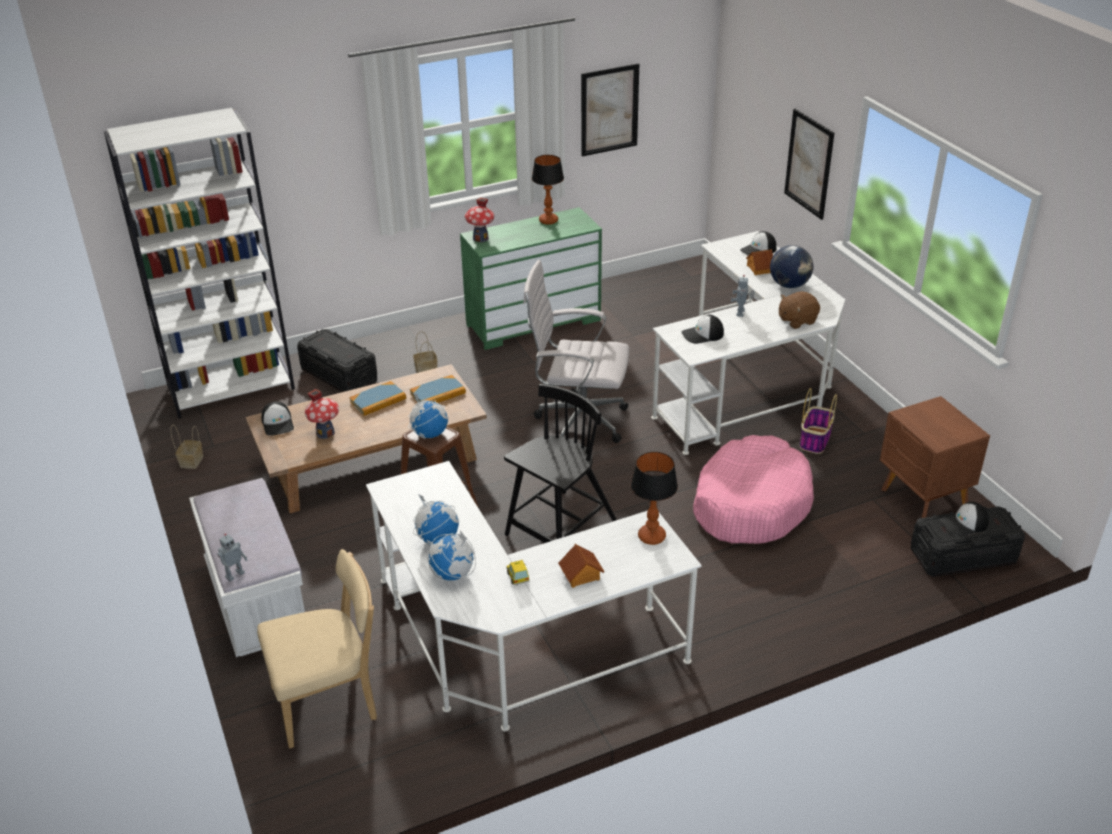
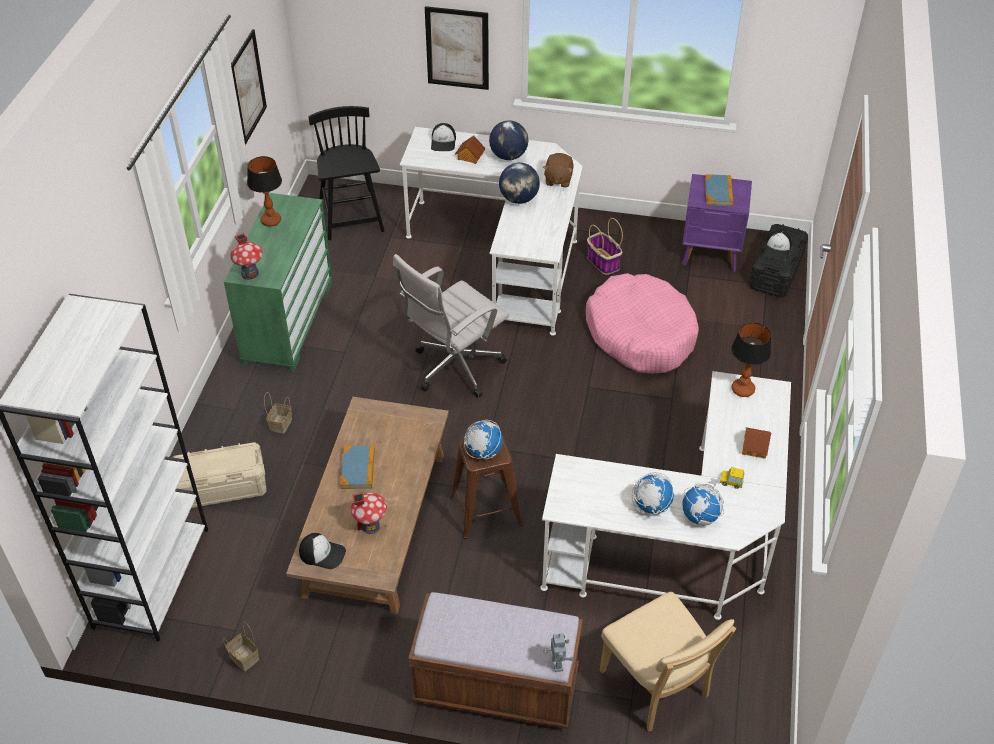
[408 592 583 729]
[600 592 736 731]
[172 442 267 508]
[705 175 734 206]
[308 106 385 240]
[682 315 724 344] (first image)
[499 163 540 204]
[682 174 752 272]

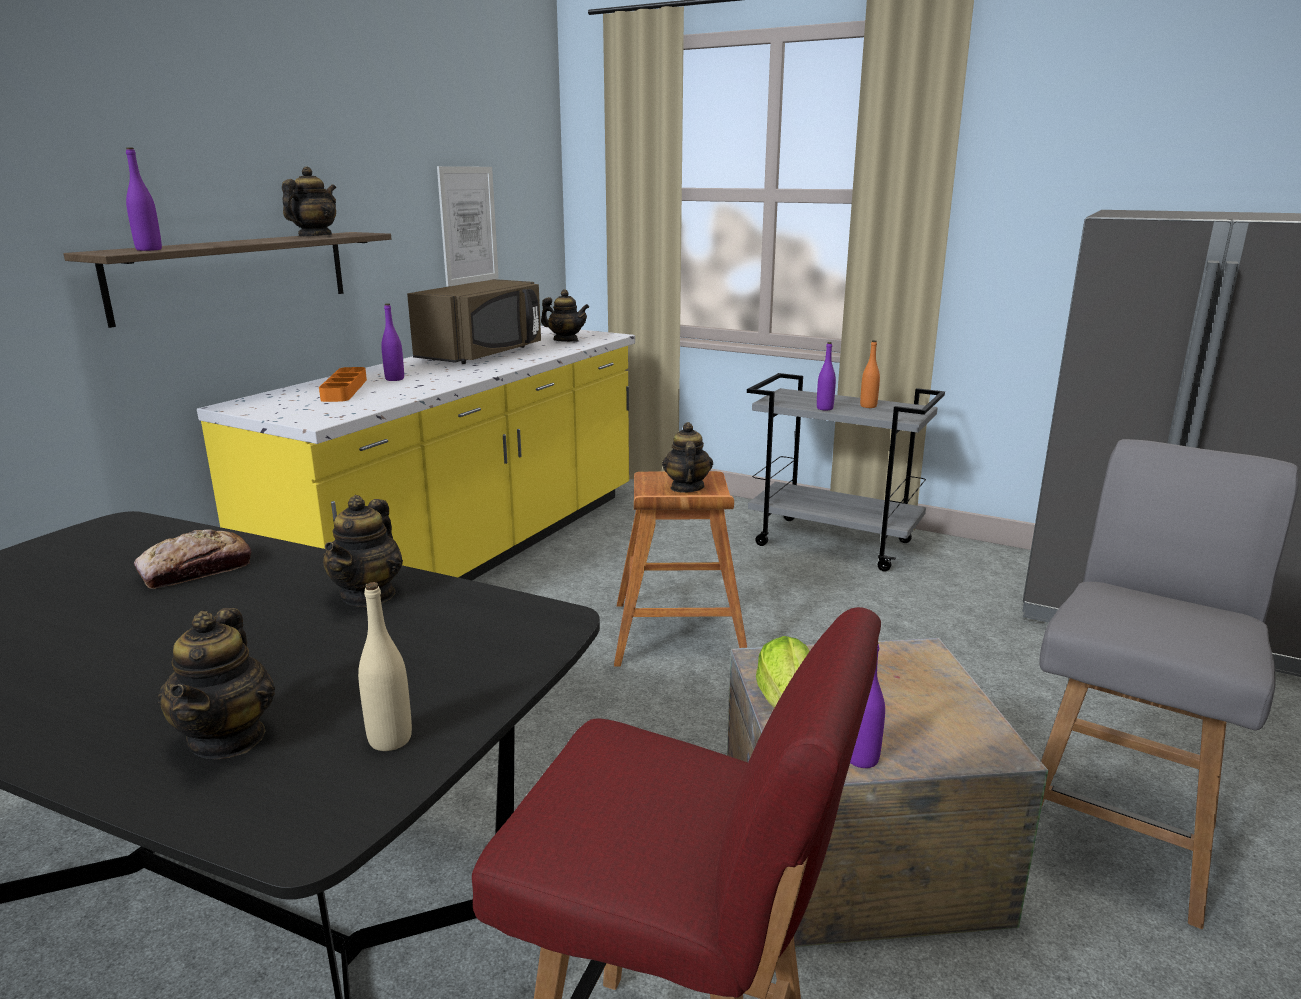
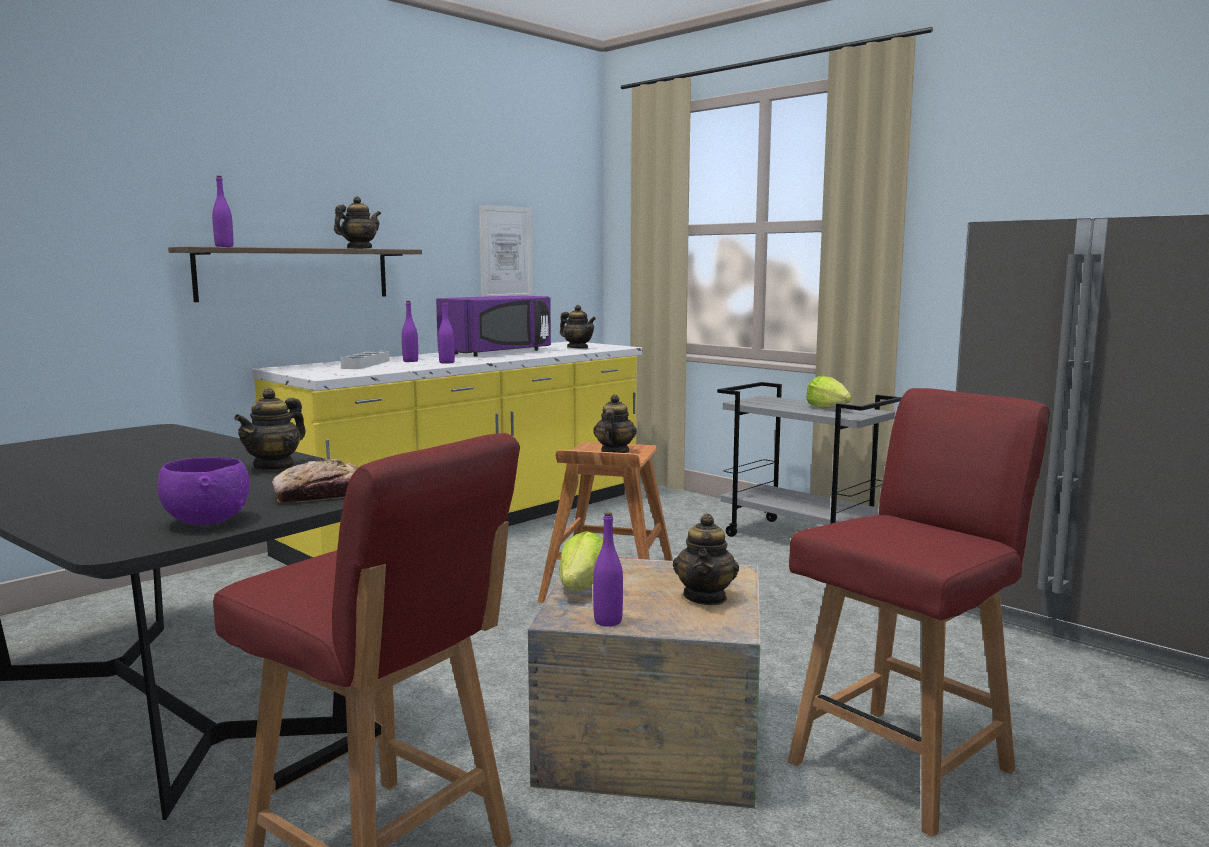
[272 459 359 503]
[673 513 739 605]
[340 351 389 369]
[157 457 250 525]
[436 295 551 356]
[438 301 455 364]
[806 376 852 409]
[788 388 1050 837]

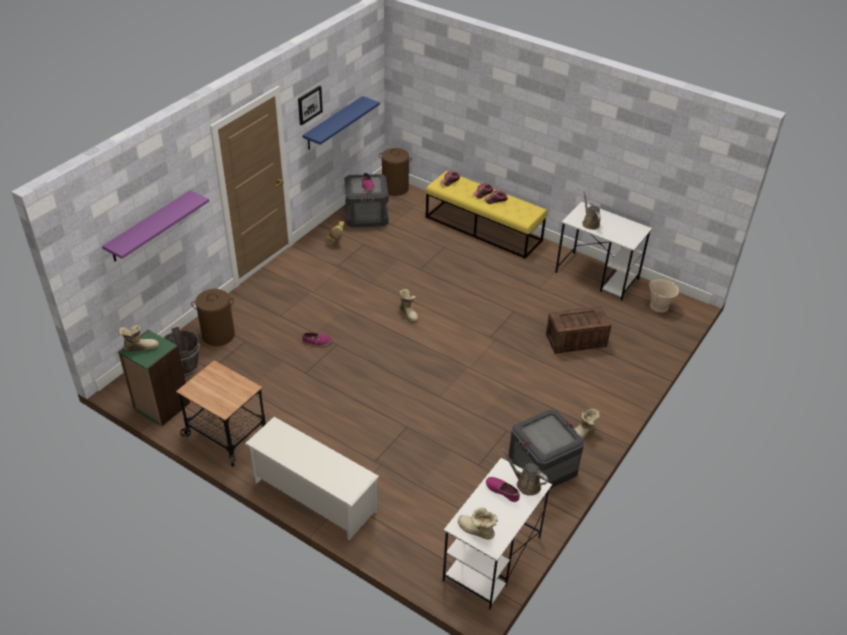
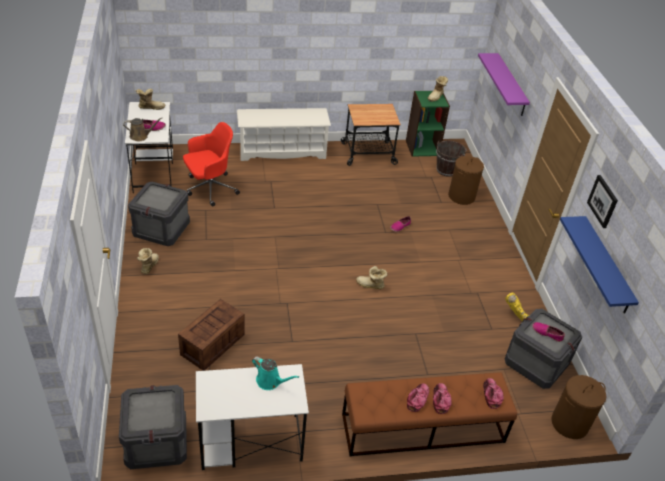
[342 372 517 456]
[252 356 299 390]
[119 385 187 469]
[183 122 240 207]

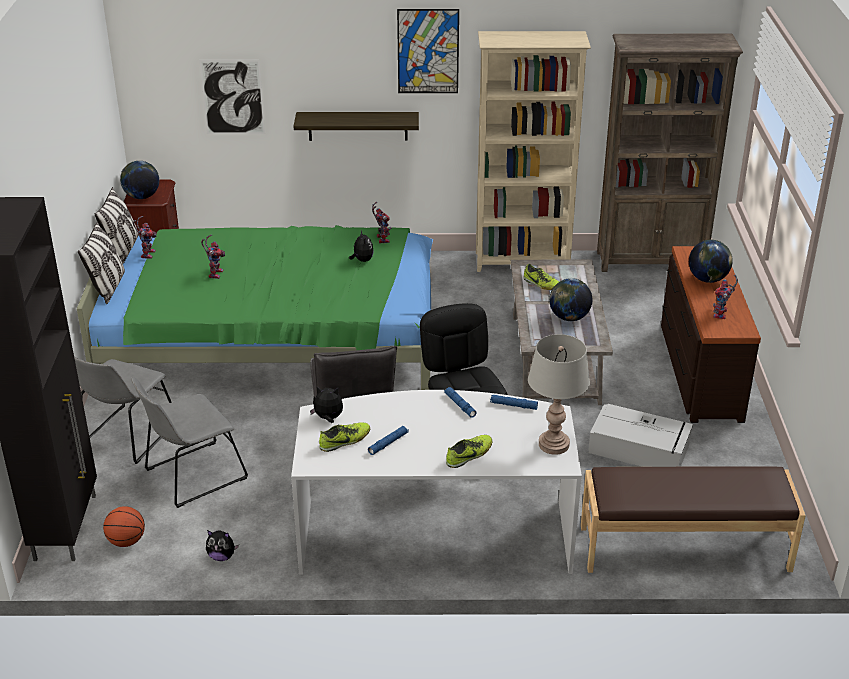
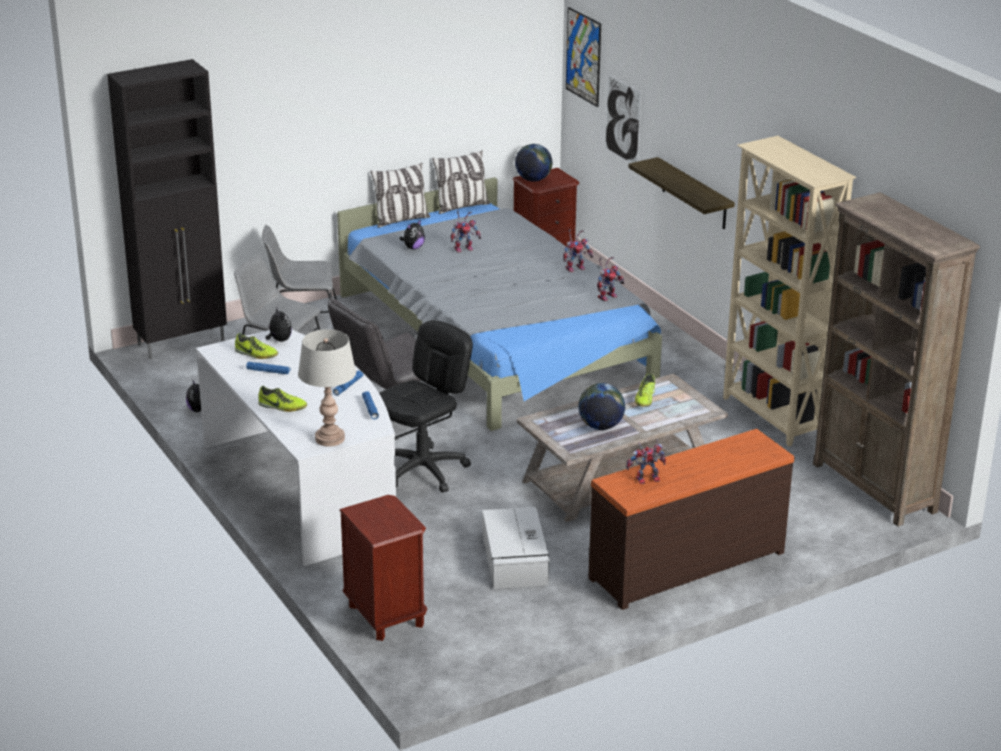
[337 177 662 431]
[103 506 145 547] (first image)
[563 229 594 272]
[400 220 425 249]
[566 7 601 107]
[339 495 427 641]
[689 240 733 283] (first image)

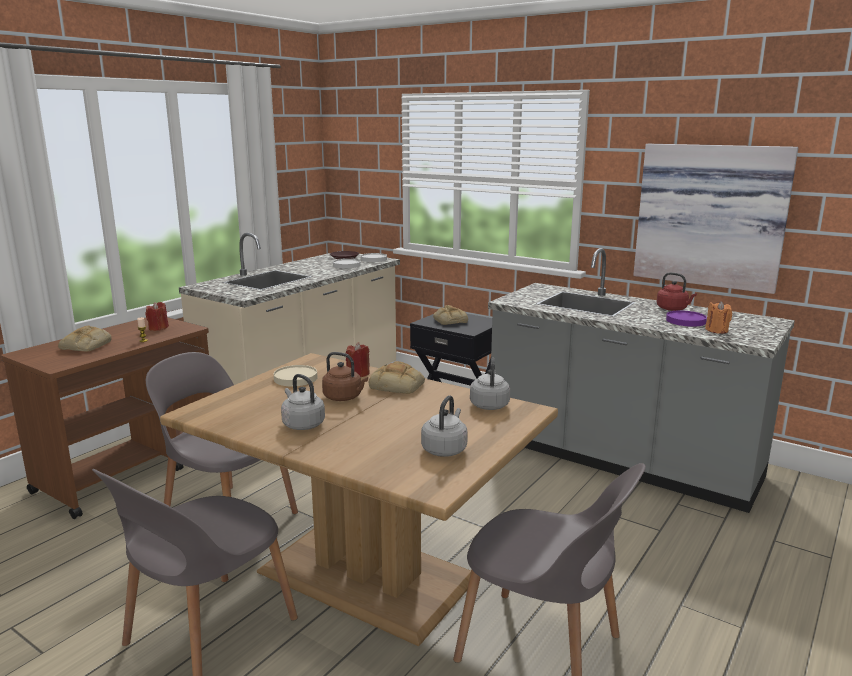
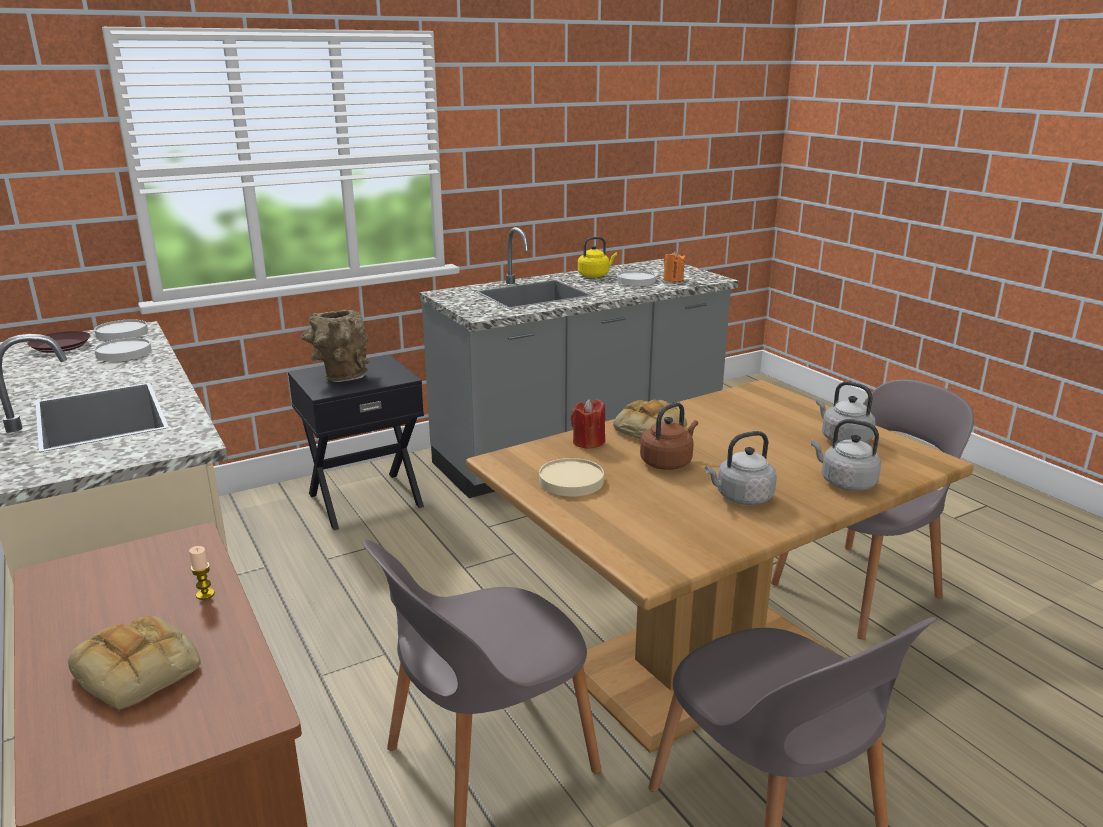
[146 302 169 331] (first image)
[301 310 370 382]
[811 419 881 491]
[633 144 798 294] (first image)
[578 237 617 278]
[617 271 656 286]

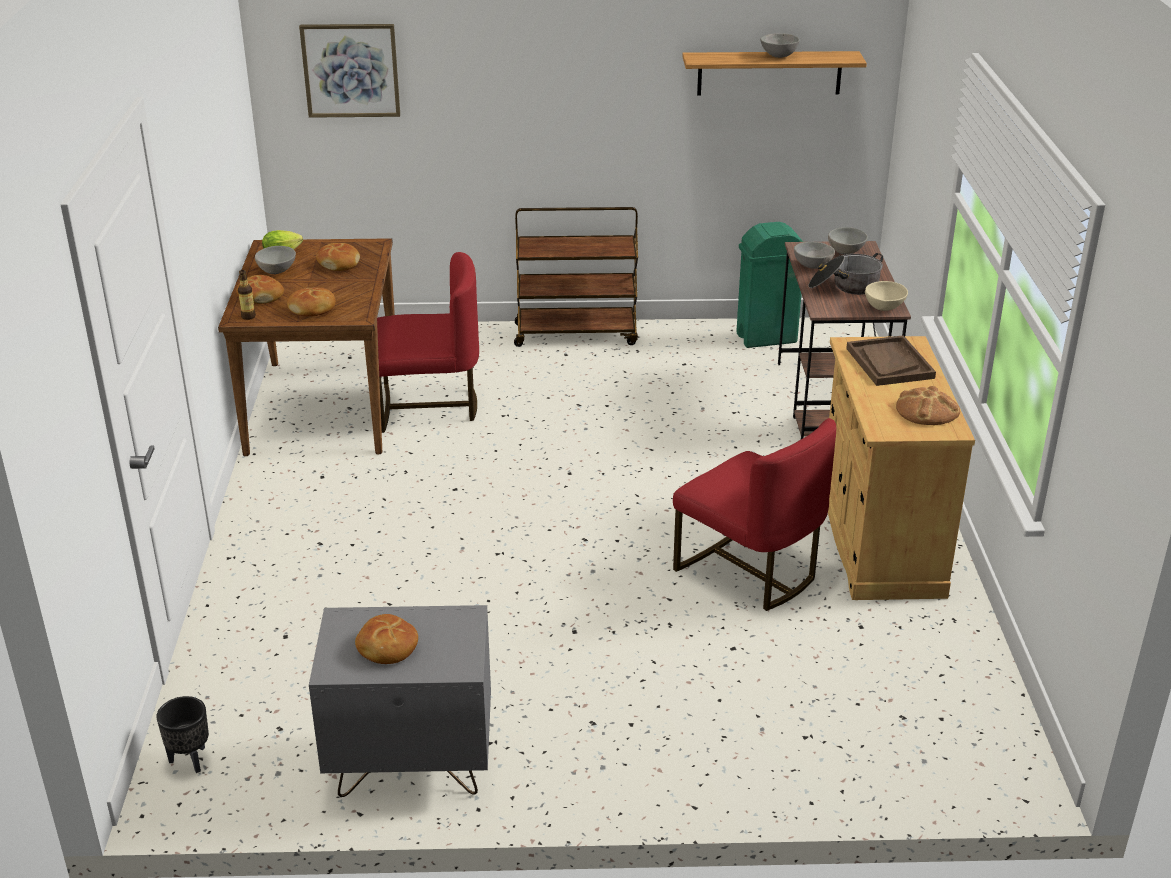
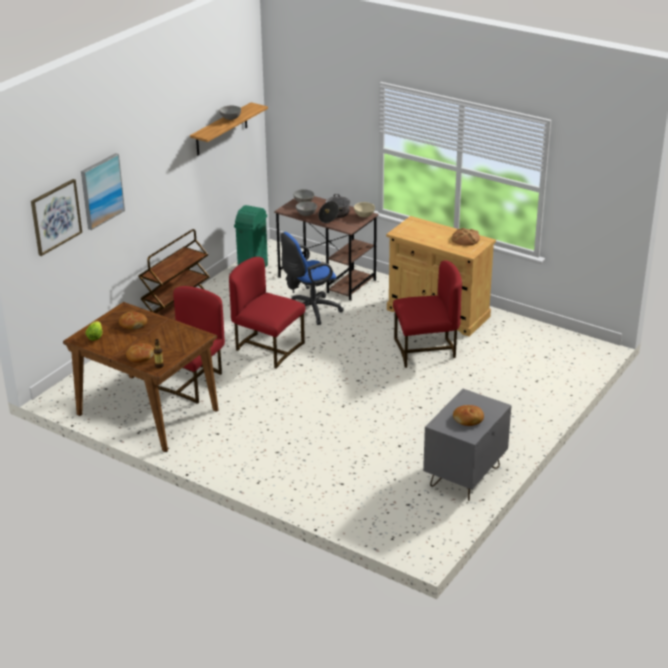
[156 696 209 773] (first image)
[255 246 296 274] (first image)
[287 287 336 316] (first image)
[846 335 936 386] (first image)
[81 153 125 230]
[229 257 305 369]
[281 232 344 325]

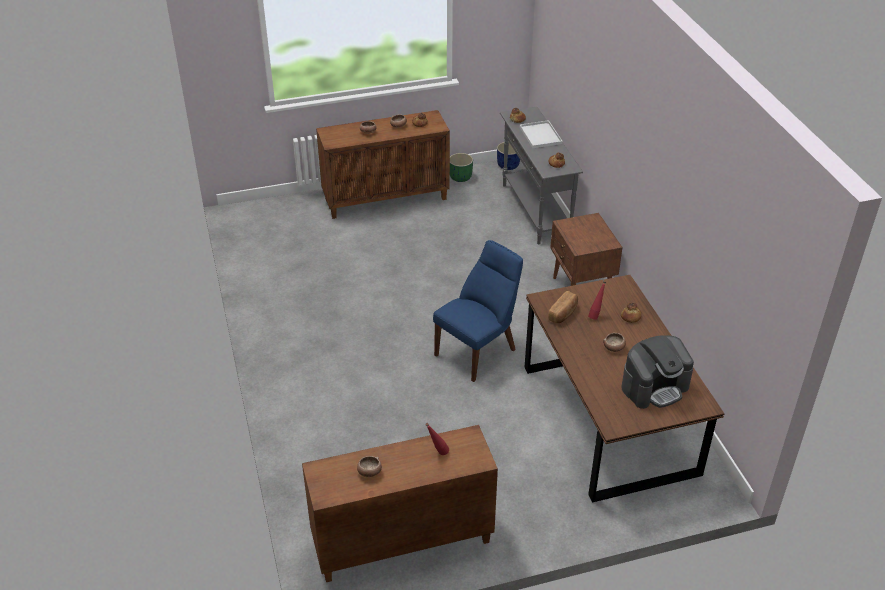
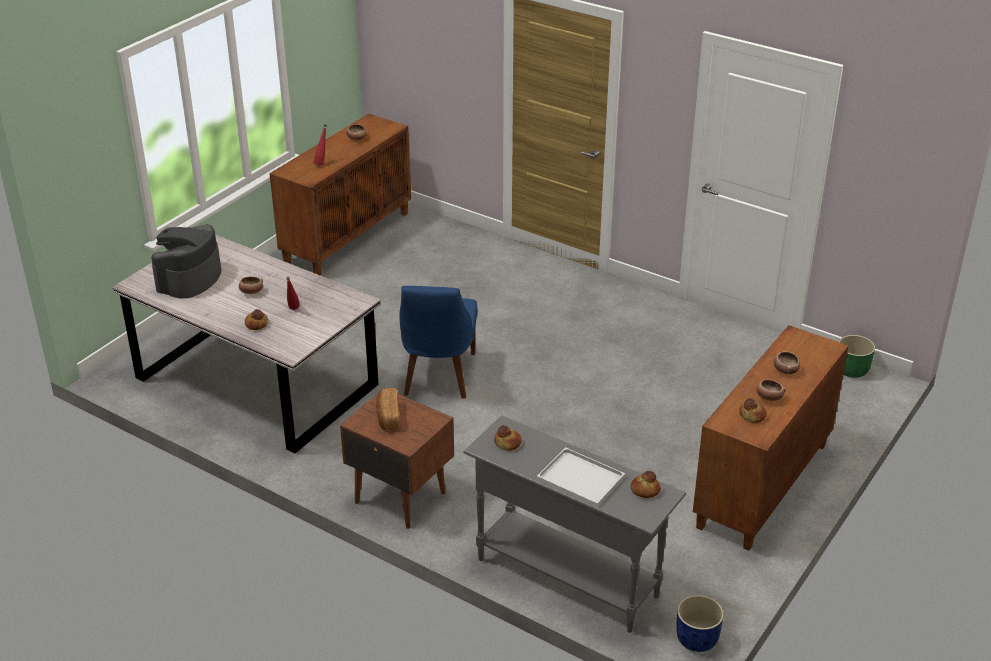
[839 335 875 378]
[112 235 381 453]
[376 388 400 430]

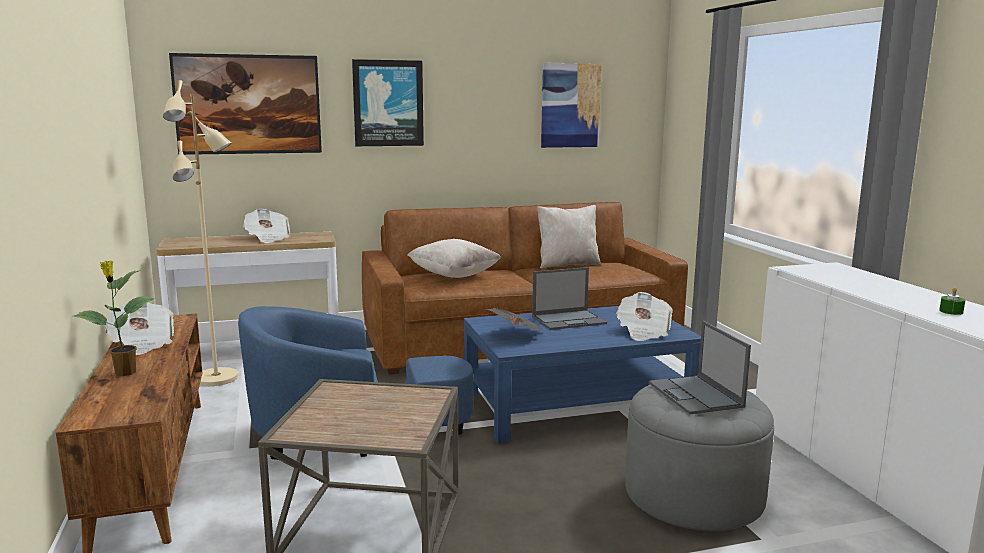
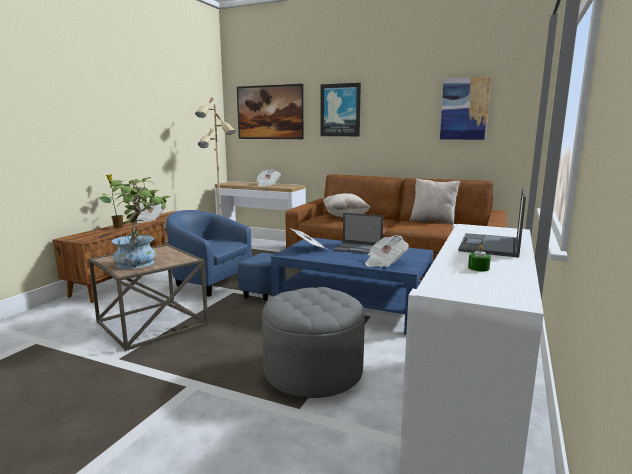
[458 188 526 258]
[110 177 171 269]

